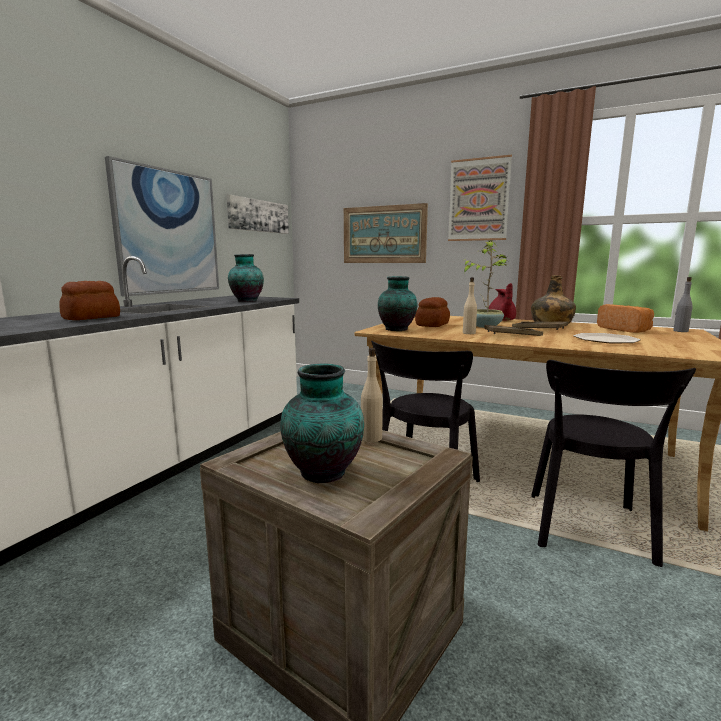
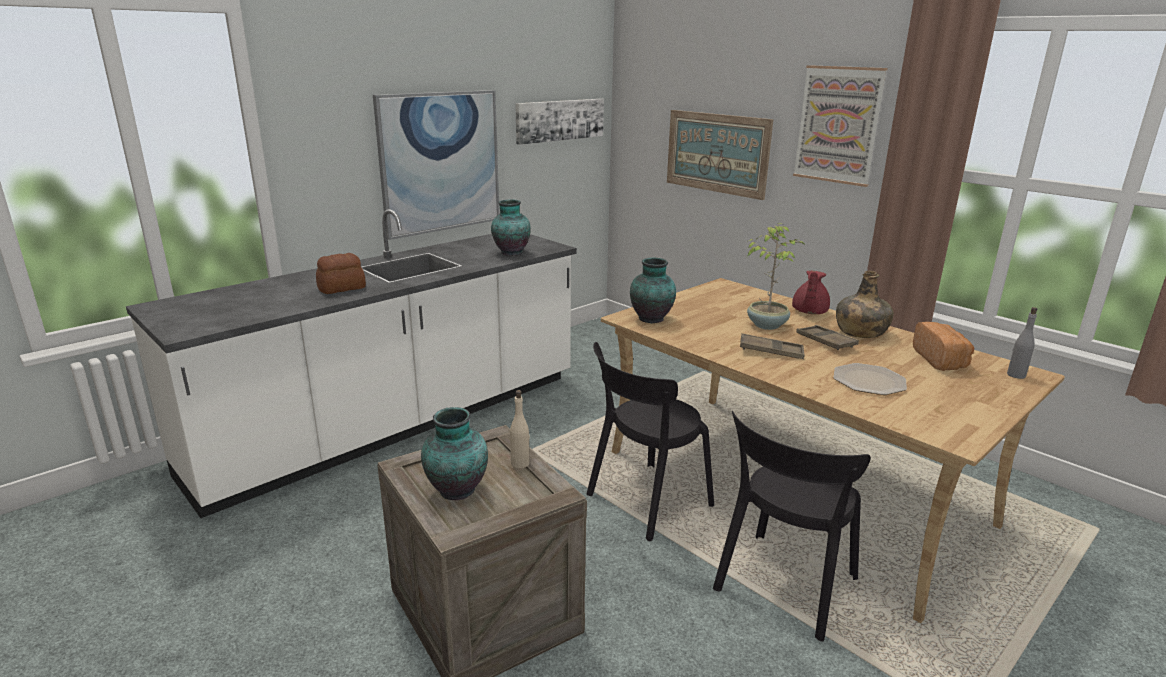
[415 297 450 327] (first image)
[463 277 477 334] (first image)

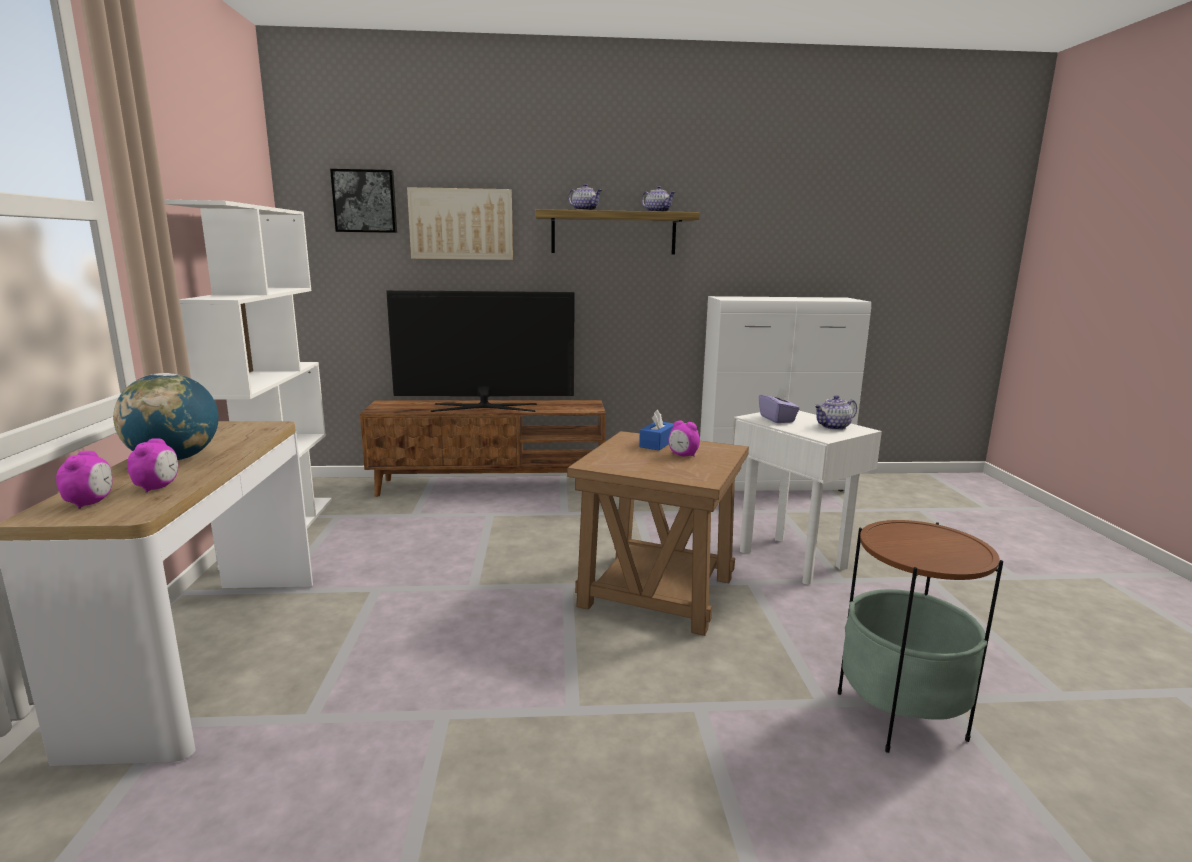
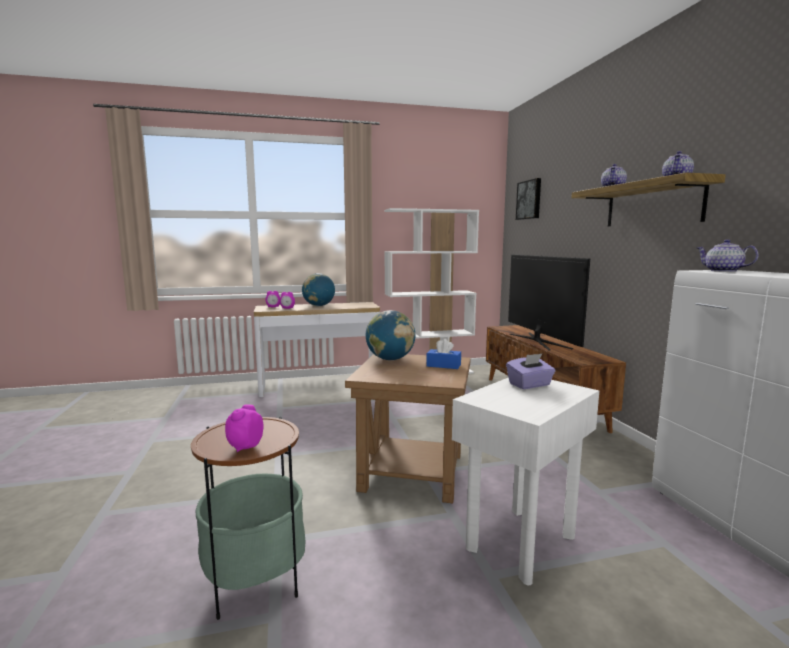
[407 187 513 260] (first image)
[225 404 264 452]
[697 239 759 272]
[366 310 415 360]

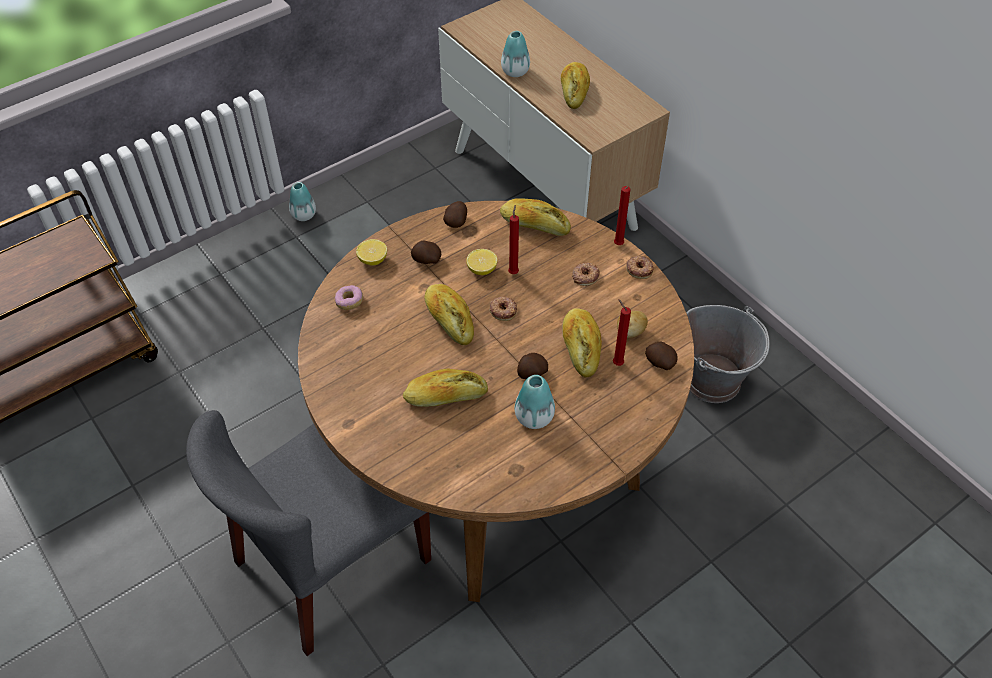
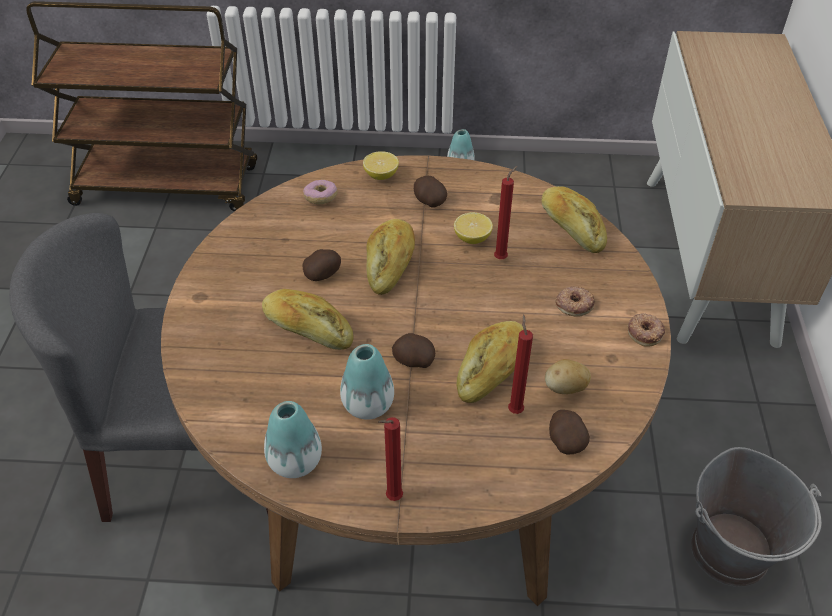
[303 249 341 281]
[490 297 517 321] (first image)
[264 401 322 478]
[561 62 590 109] (first image)
[378 417 403 501]

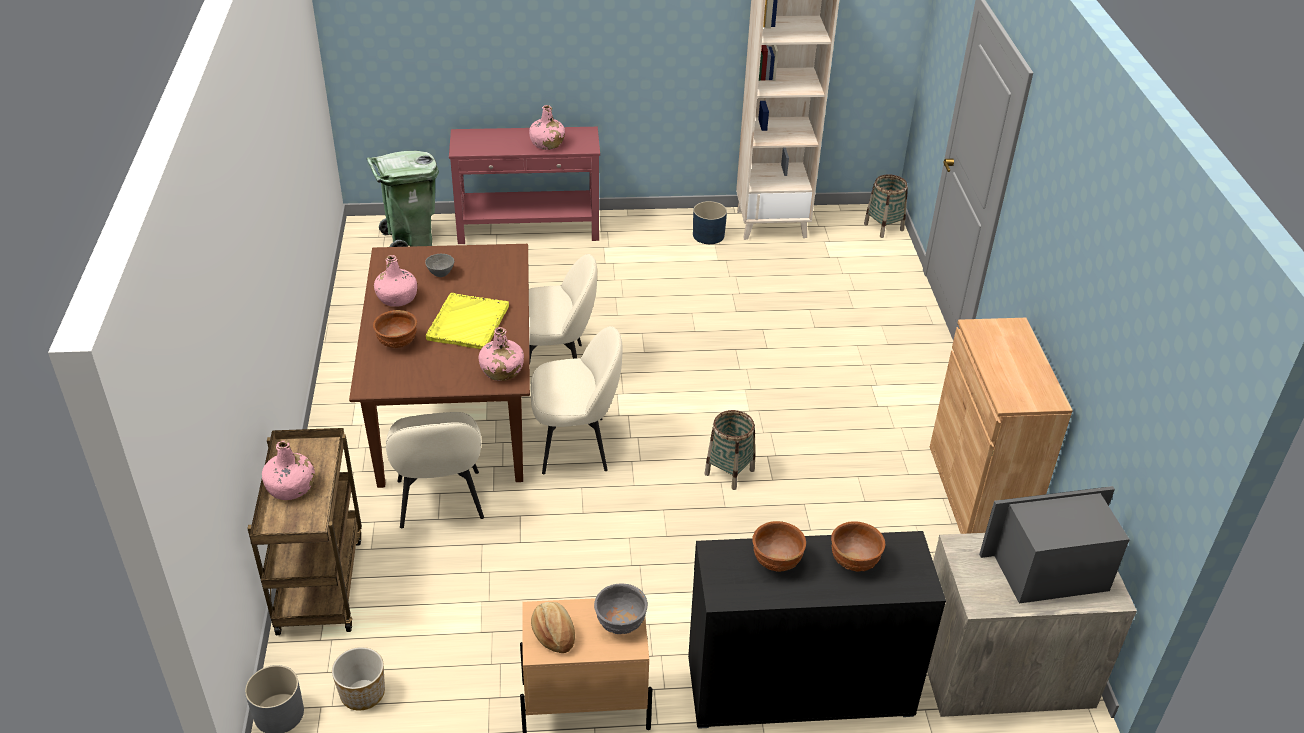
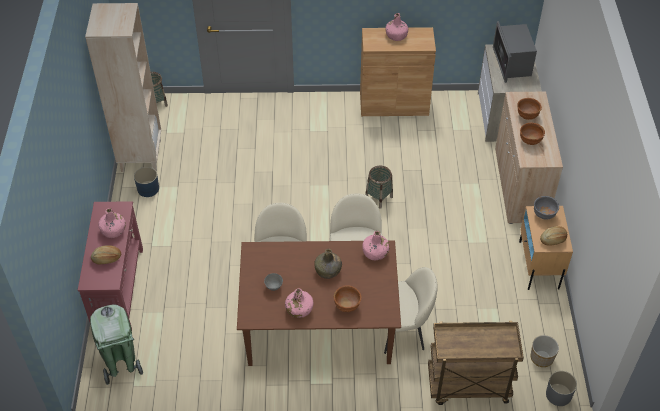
[385 13 408 41]
[314 249 342 279]
[495 92 563 224]
[91 245 121 264]

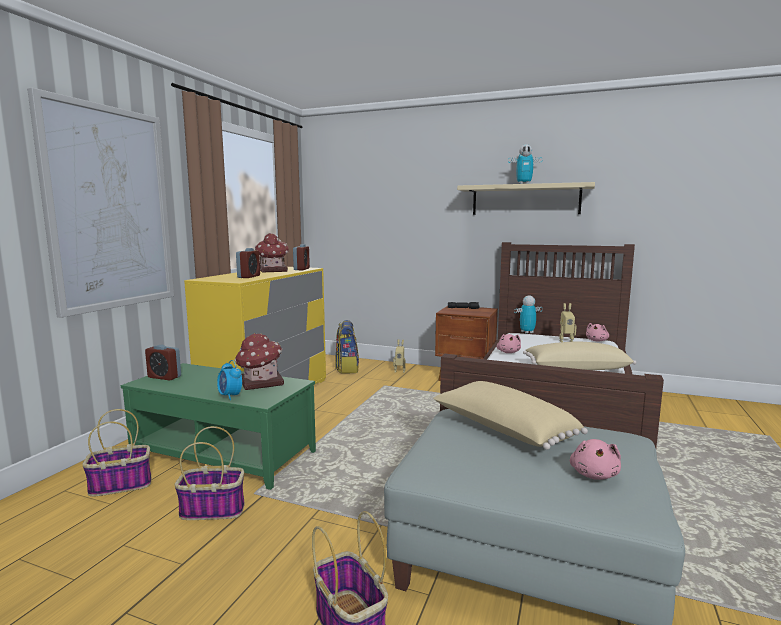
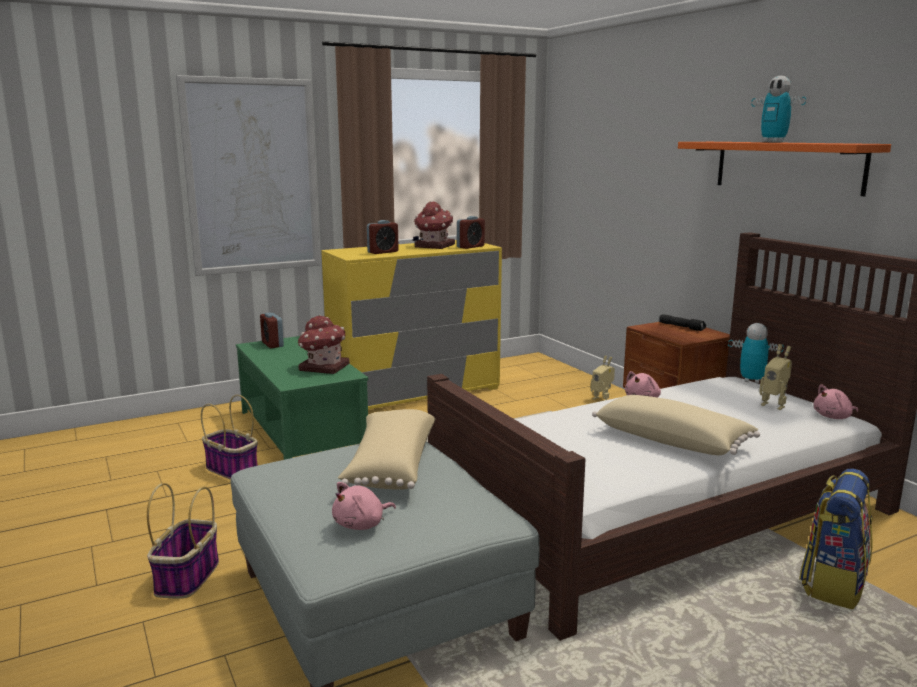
[82 409 152 497] (first image)
[217 360 242 400] (first image)
[799 469 873 609]
[678 142 891 196]

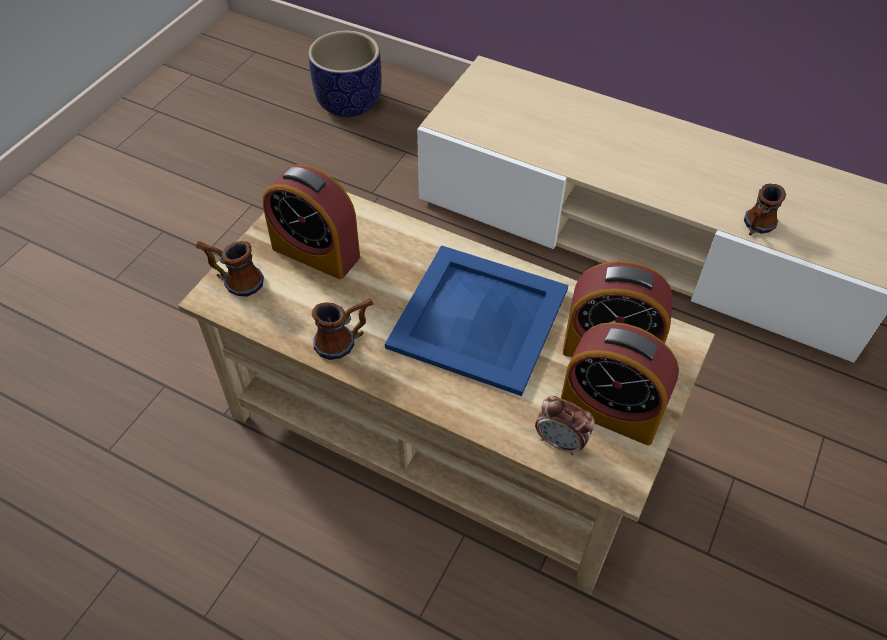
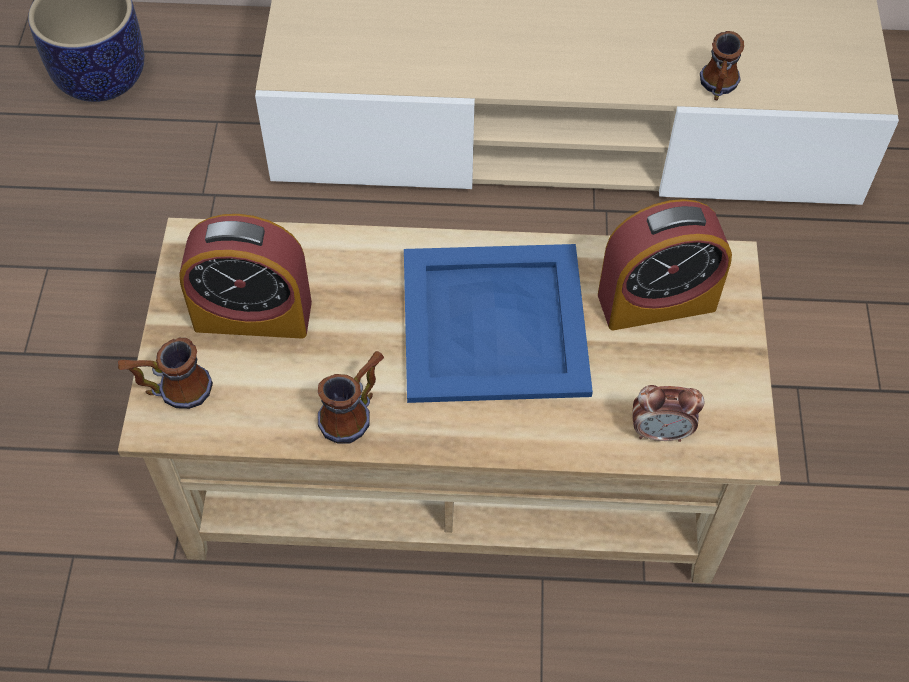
[561 322 679 446] (first image)

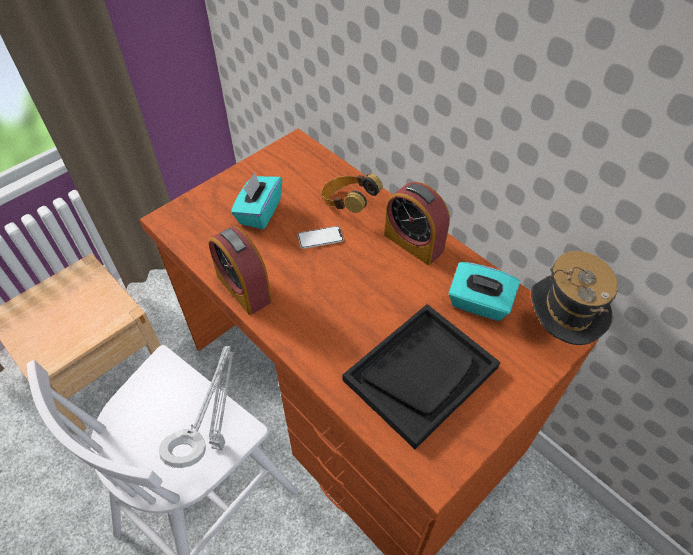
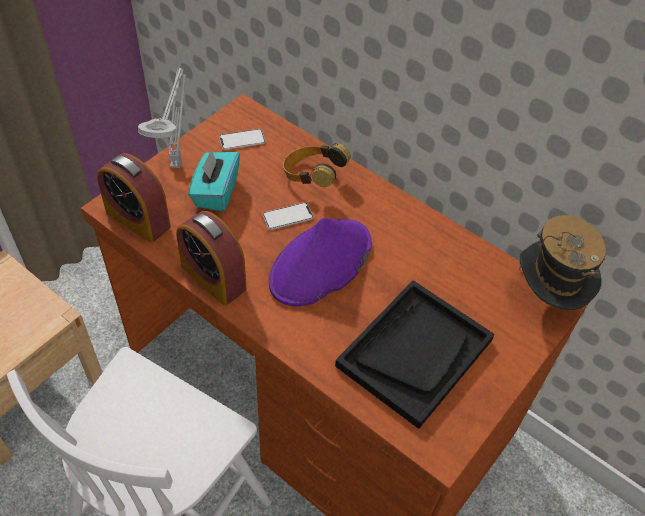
[138 68 187 168]
[97 153 171 243]
[449 262 520 321] (first image)
[219 129 266 150]
[269 218 372 306]

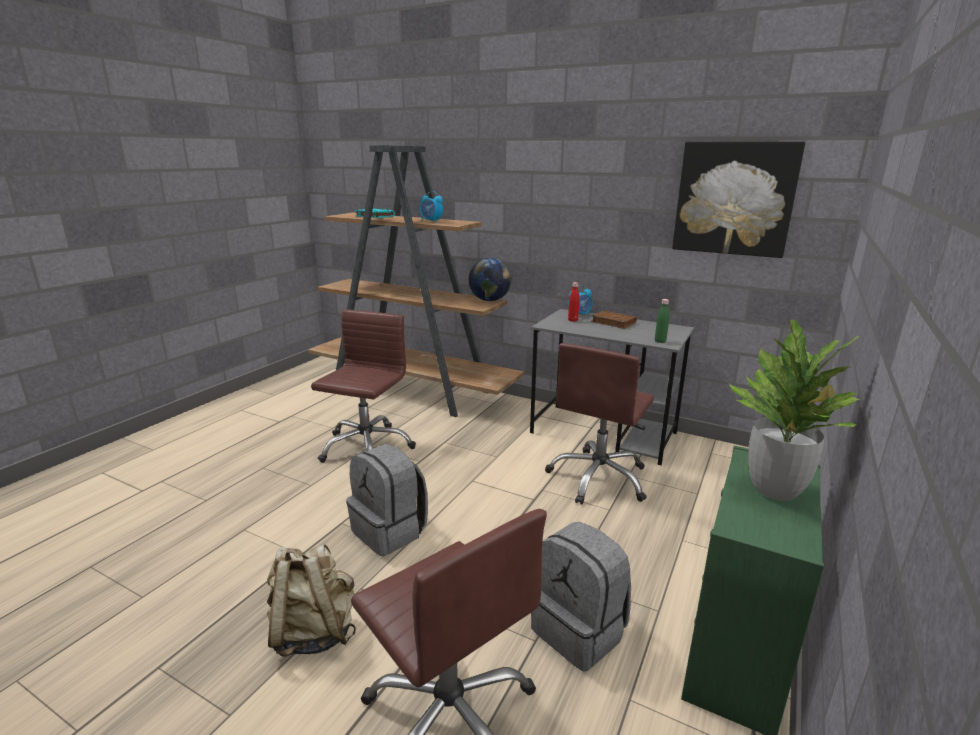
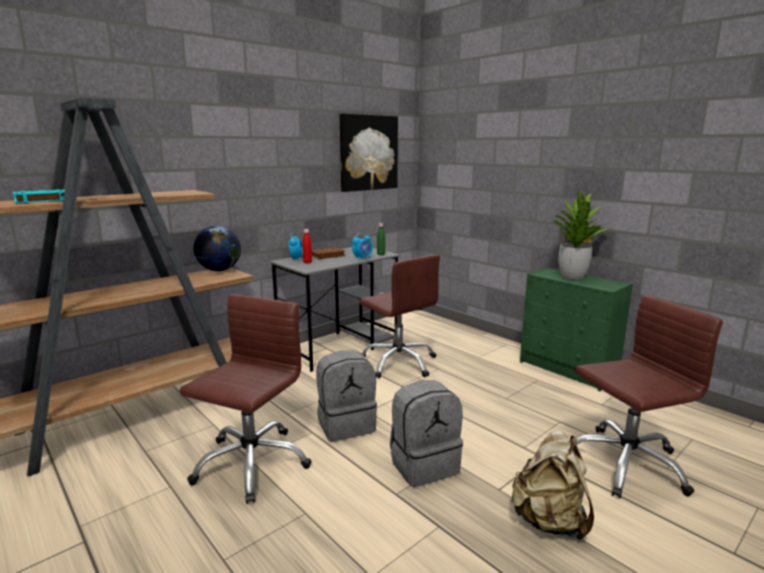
[180 294 312 504]
[352 233 373 260]
[316 351 377 442]

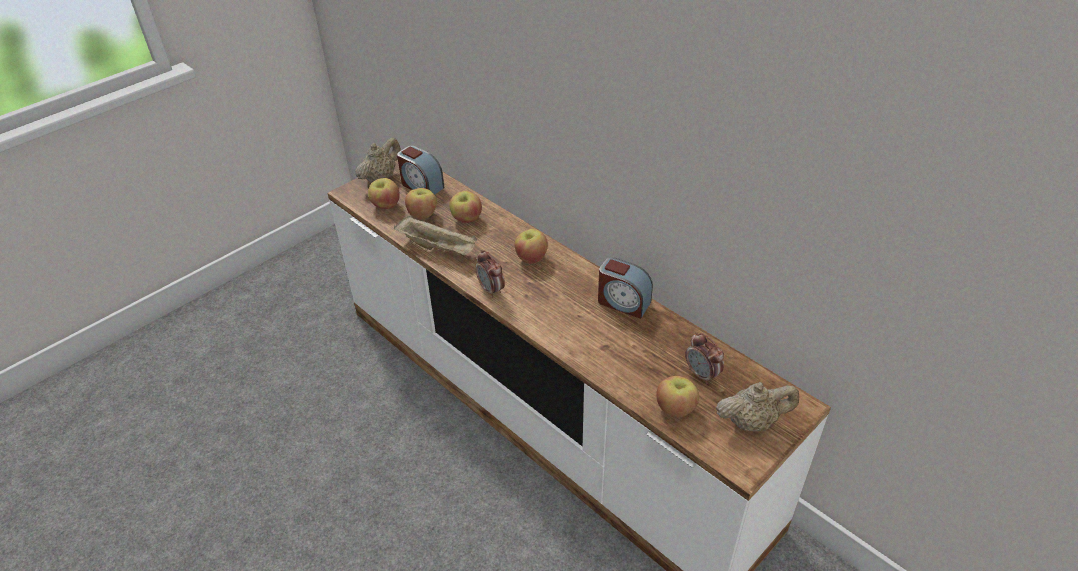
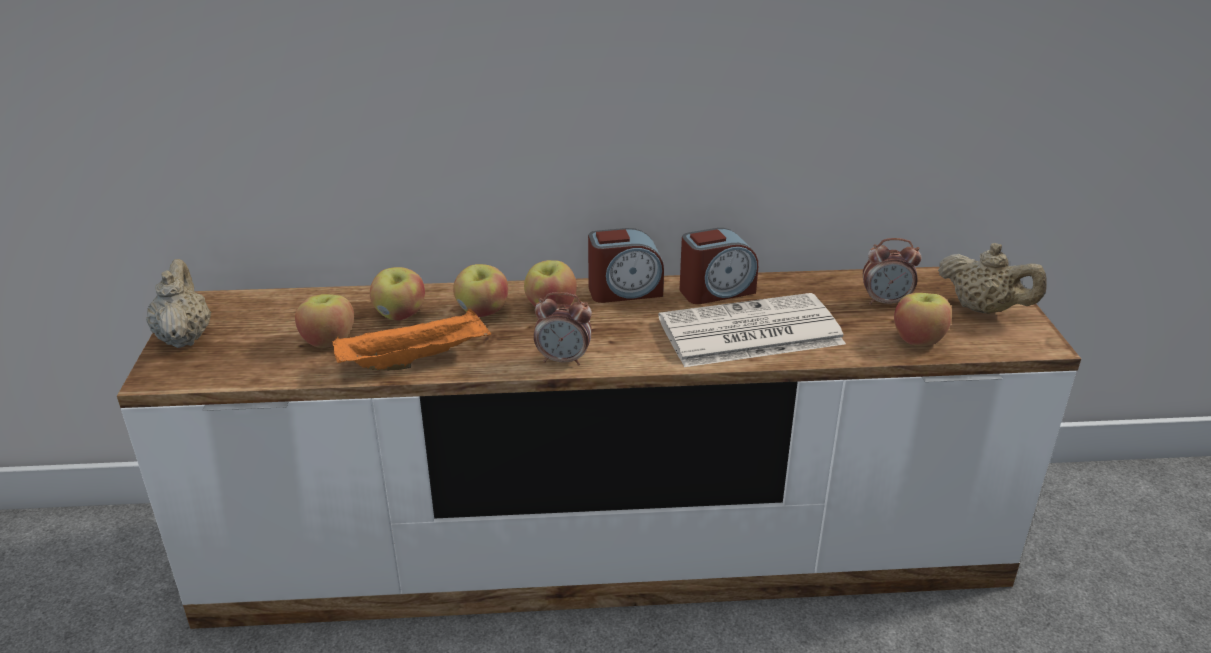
[453 264 508 317]
[333 309 491 371]
[588 228 664 303]
[938 243 1047 314]
[658 293 846 367]

